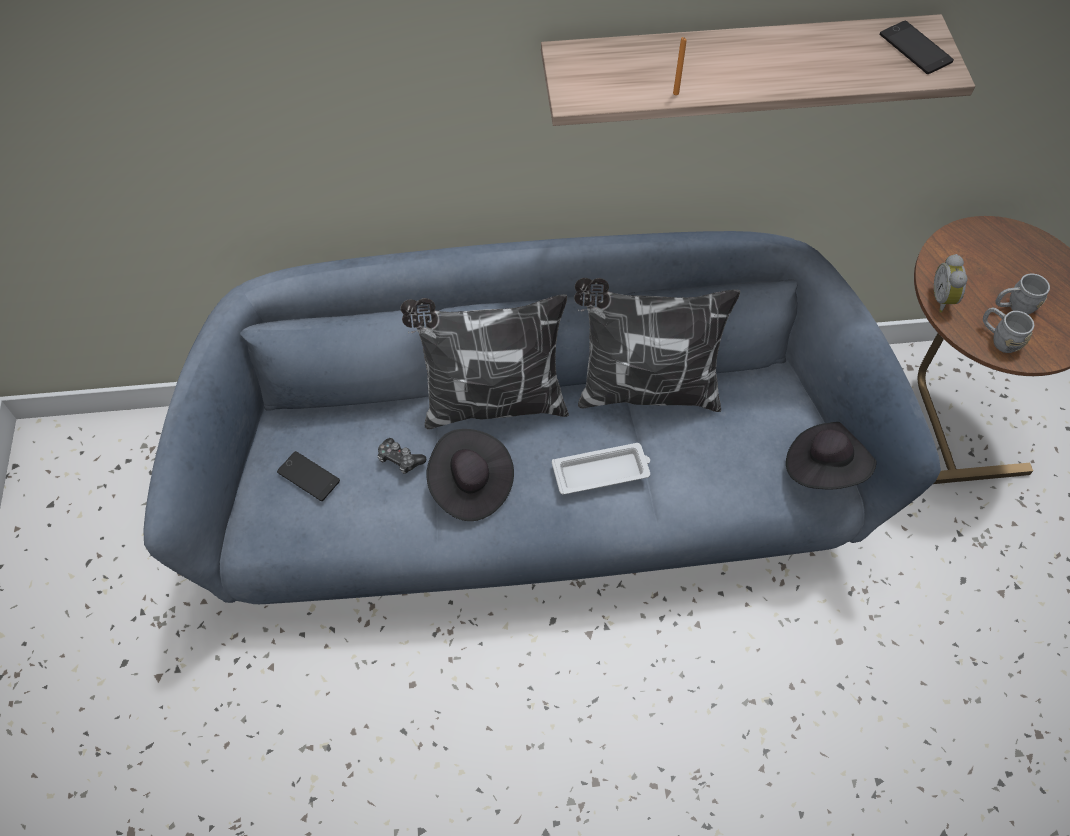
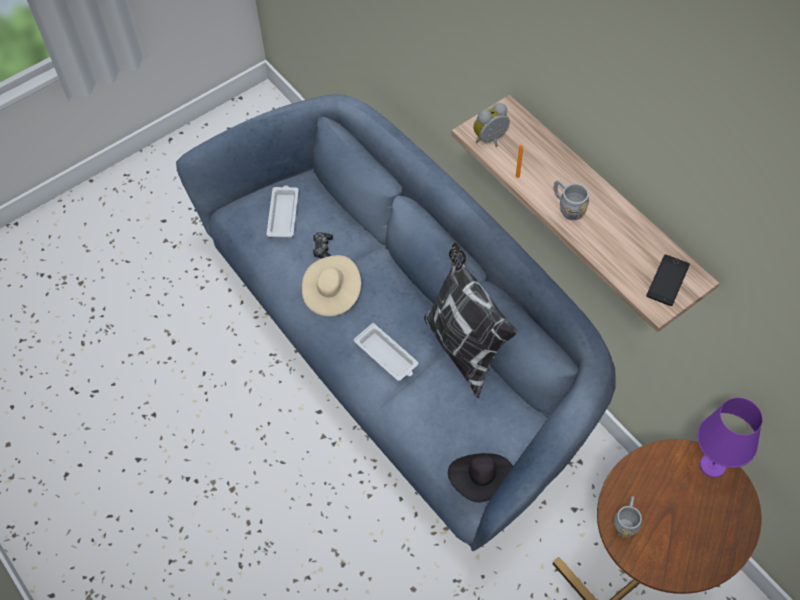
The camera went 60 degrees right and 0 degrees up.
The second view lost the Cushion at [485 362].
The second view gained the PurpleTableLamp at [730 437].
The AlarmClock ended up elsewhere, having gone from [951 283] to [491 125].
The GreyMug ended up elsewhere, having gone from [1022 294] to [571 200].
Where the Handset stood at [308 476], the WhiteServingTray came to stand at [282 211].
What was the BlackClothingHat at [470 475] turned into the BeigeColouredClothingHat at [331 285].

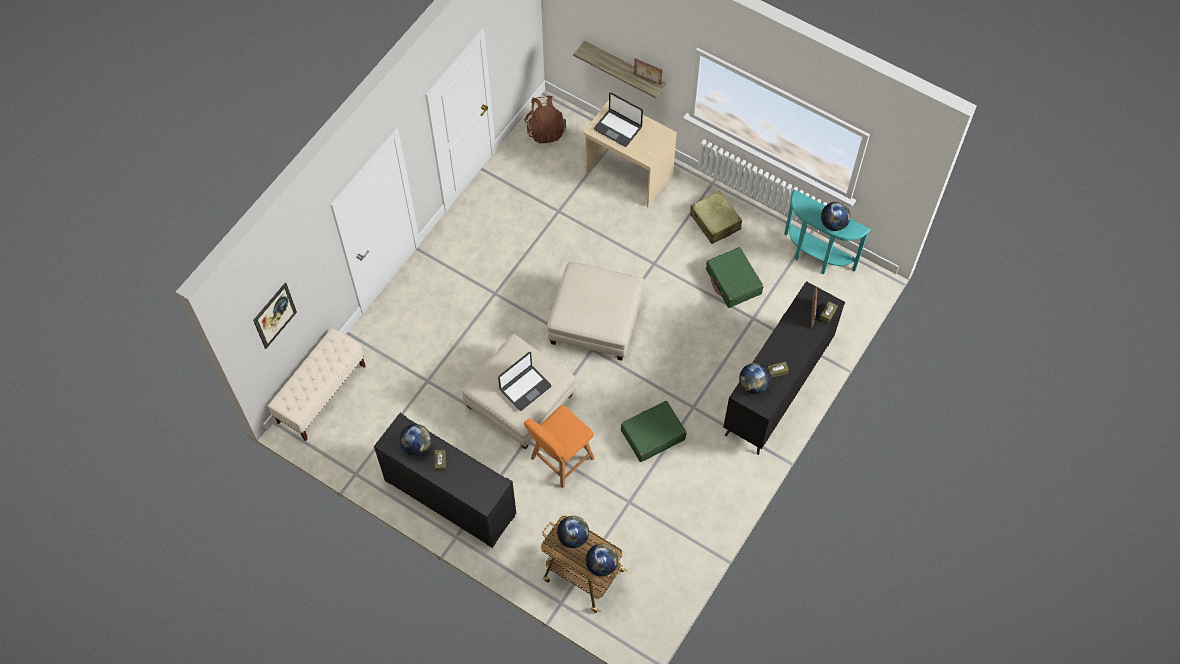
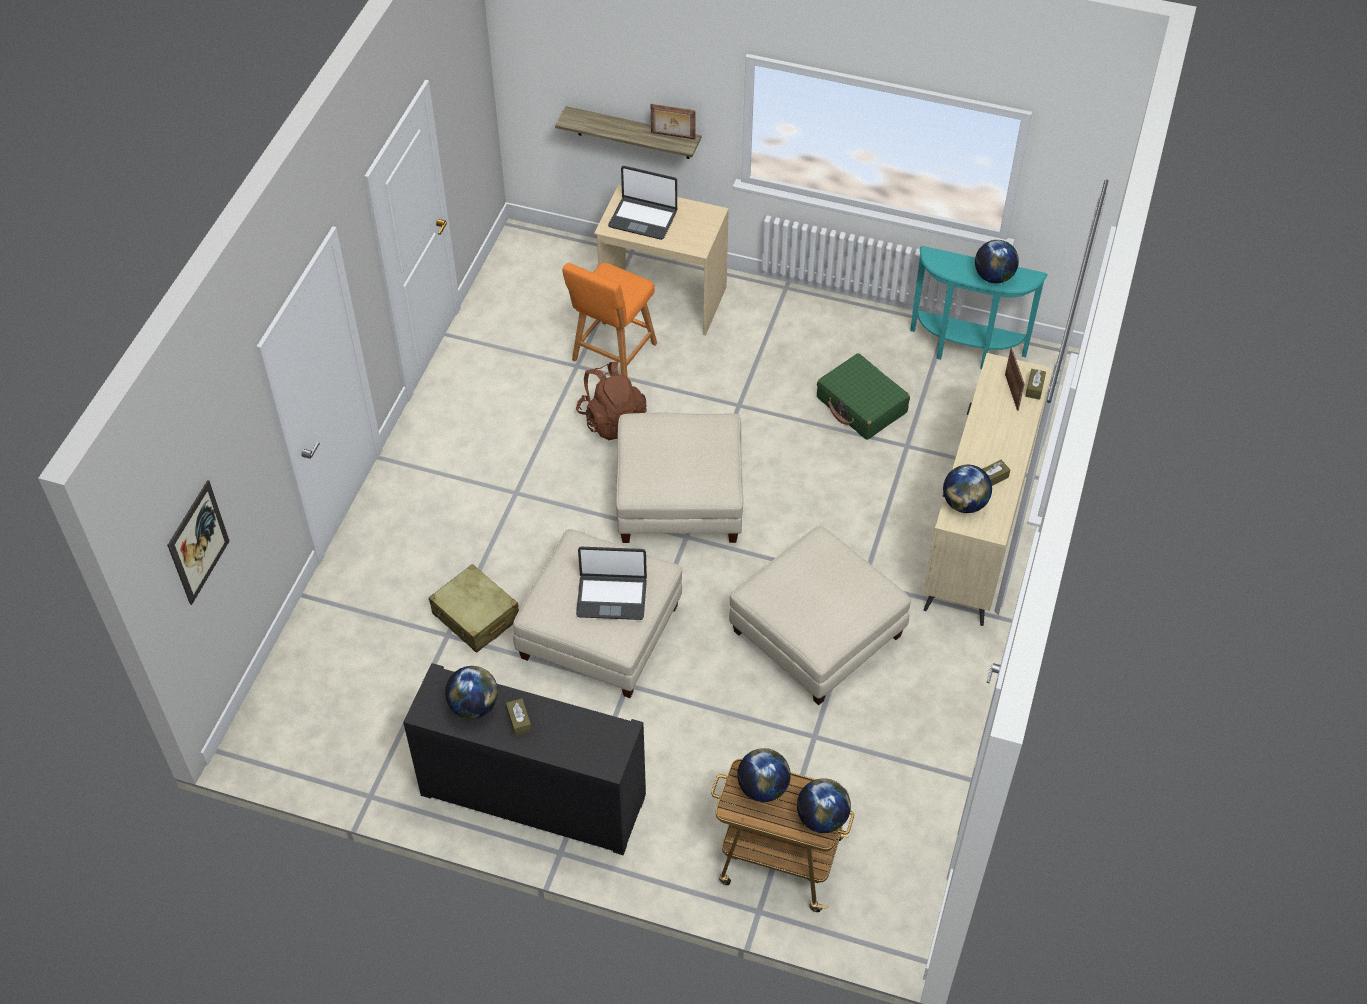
The camera went 15 degrees left and 10 degrees down.
The second view lost the BeigeColouredLongSeat at [317 385].
The OrangeSittingStool ended up elsewhere, having gone from [559 446] to [609 320].
The BrownishBackpack ended up elsewhere, having gone from [545 119] to [611 401].
The BeigeColouredSuitcase ended up elsewhere, having gone from [716 217] to [474 608].
Where the GreenSuitcase stood at [654 431], the BeigeColouredOttoman came to stand at [820 615].
What was the BlackDresser at [784 368] turned into the BeigeColouredDresser at [987 489].
The PortableComputer at [524 381] ended up facing another way, 60 degrees clockwise from before.

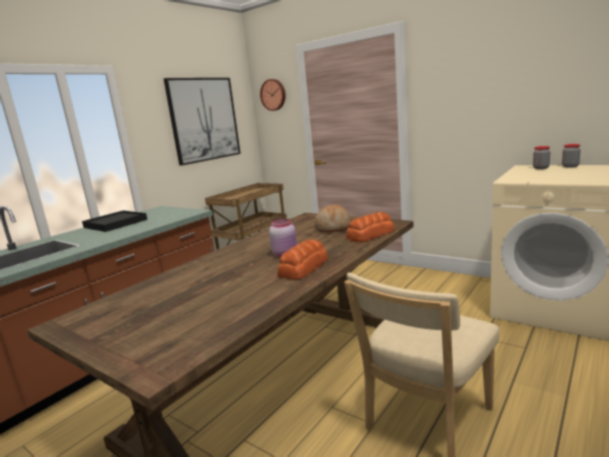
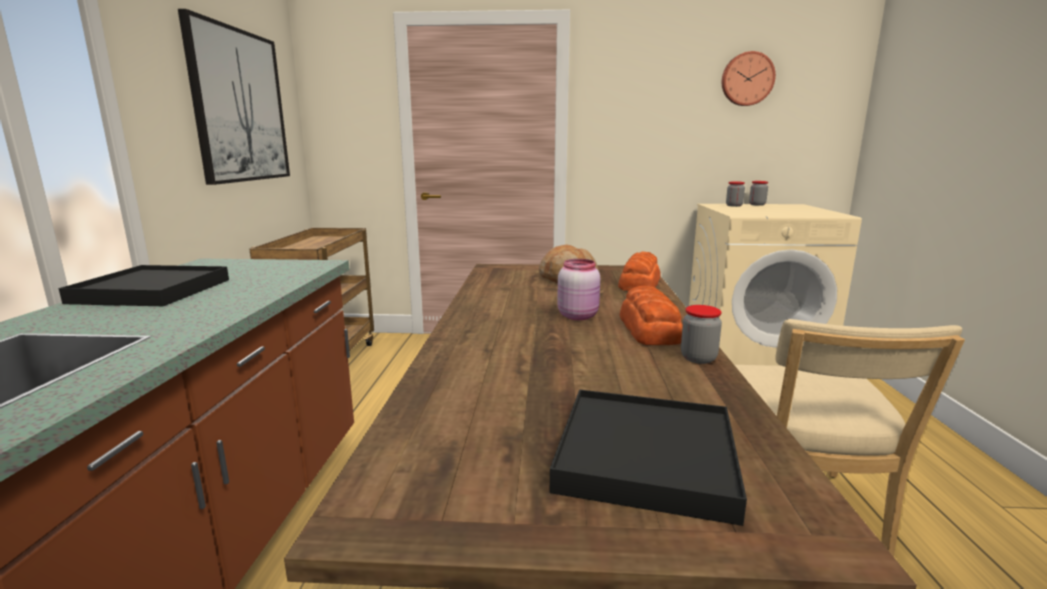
The camera went 35 degrees left and 0 degrees up.
The second view gained the BlackServingTray at [648 458].
The second view gained the StorageJar at [701 334].
The ClockOnTheWall ended up elsewhere, having gone from [273 95] to [749 78].

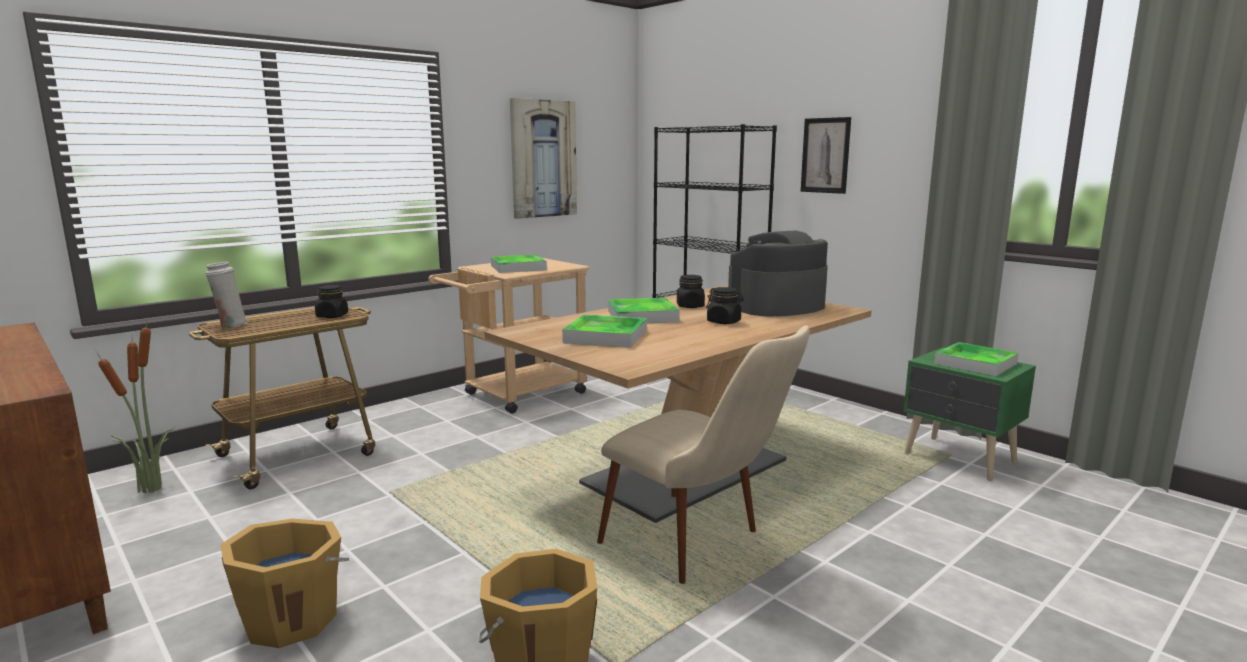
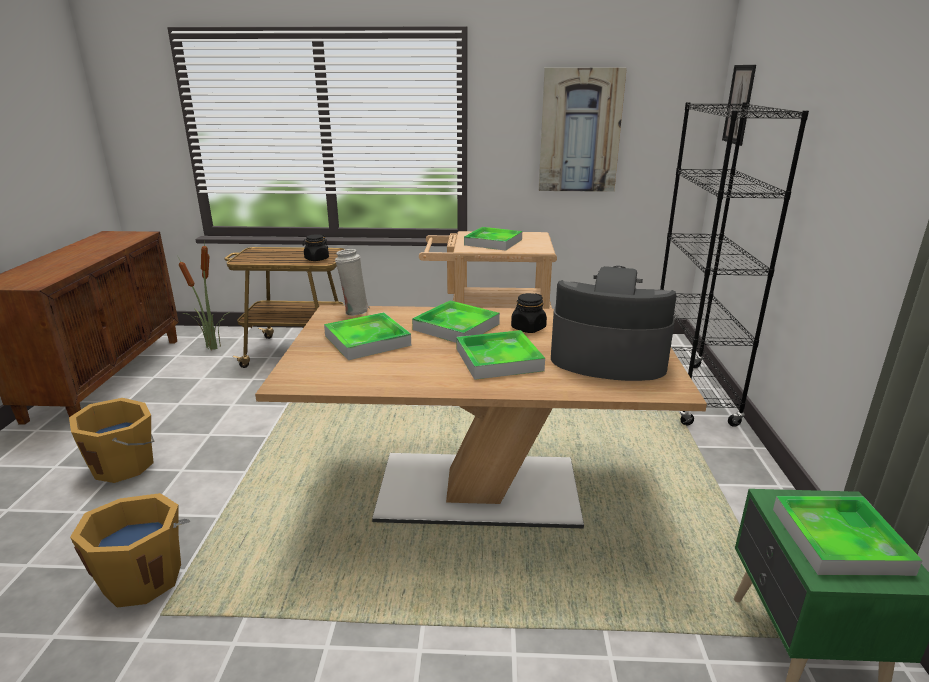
The camera went 45 degrees right and 10 degrees up.
The second view lost the BeigeColouredChair at [703 455].
The WhiteDecorativeVase ended up elsewhere, having gone from [226 295] to [352 282].
The WallArt ended up elsewhere, having gone from [826 155] to [739 105].
Where the BlackStorageJar stood at [725 305], the ServingTray came to stand at [500 355].

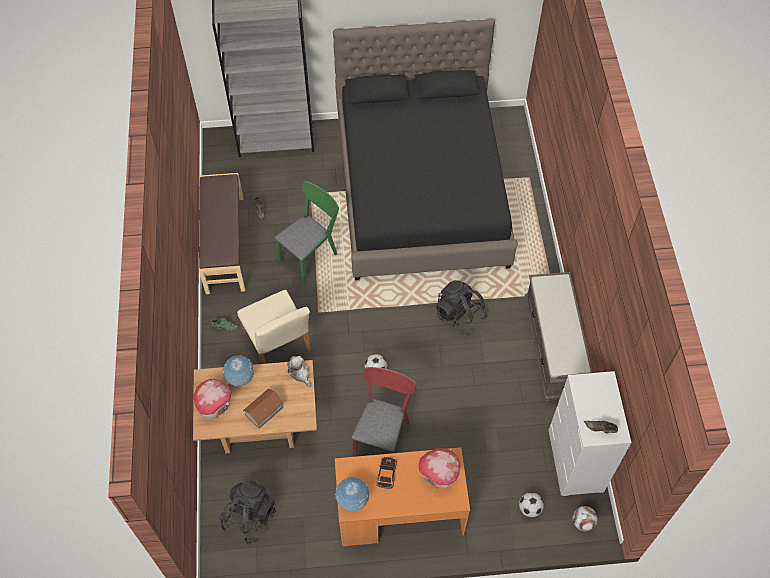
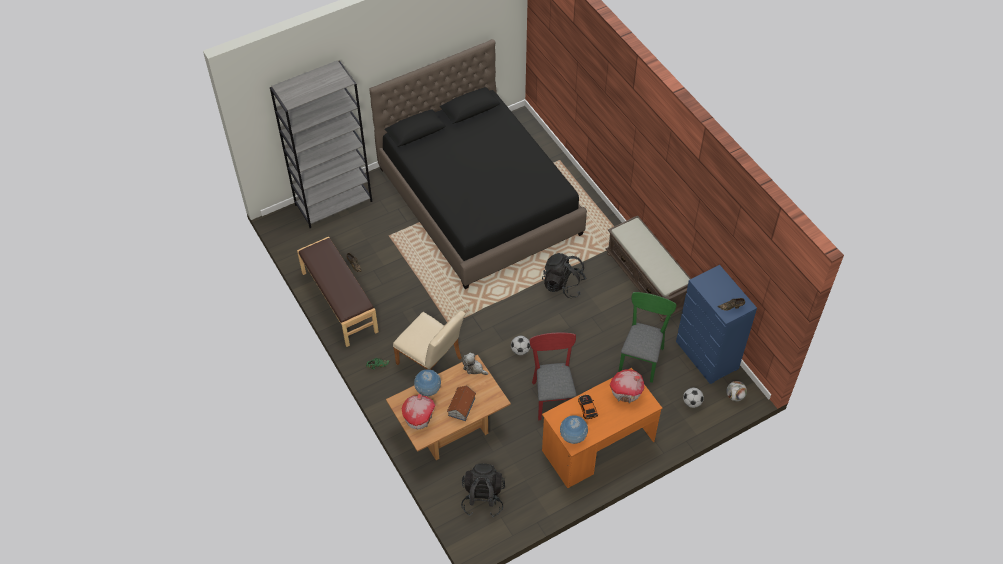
The camera went 25 degrees left and 5 degrees down.
The GreenChair ended up elsewhere, having gone from [307 231] to [647 337].
What was the WhiteDresser at [590 433] turned into the BlueColouredDresser at [716 324].

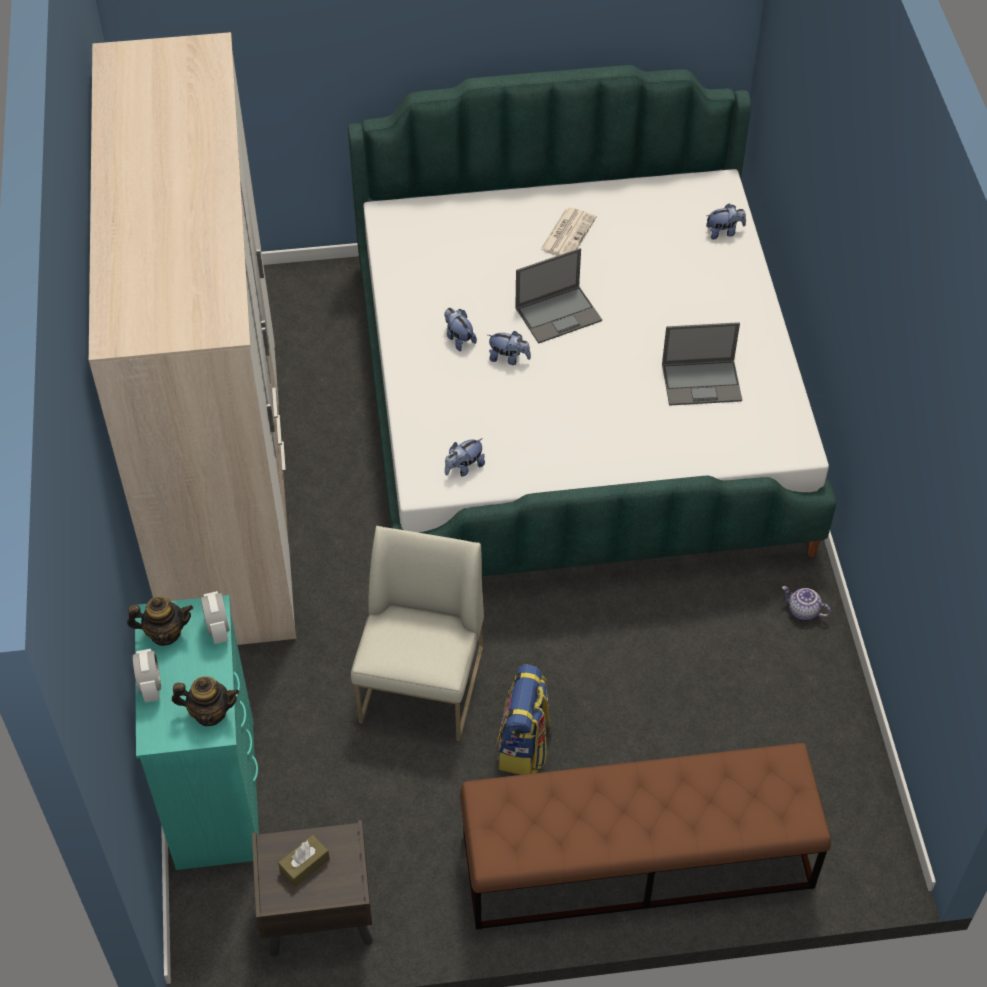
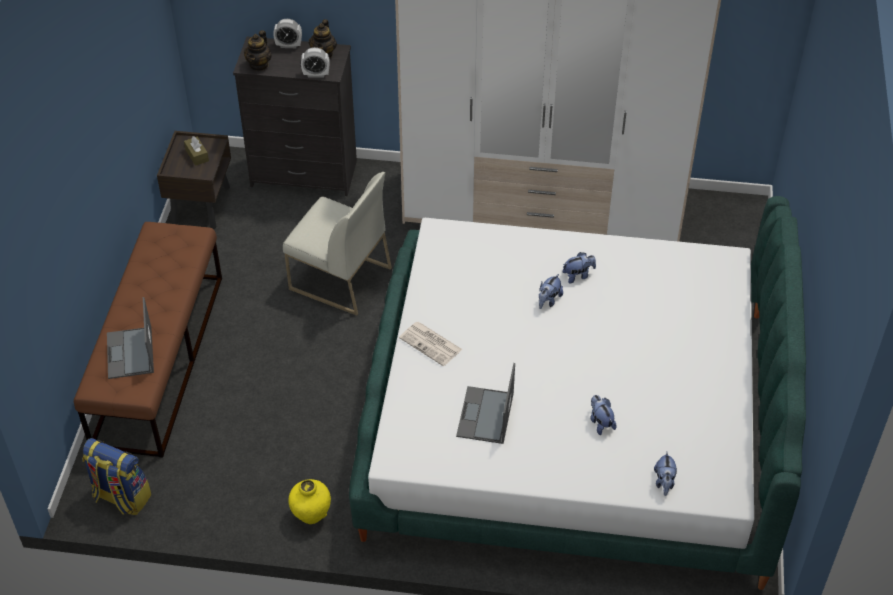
The camera went 105 degrees right and 5 degrees down.
The PlushToy ended up elsewhere, having gone from [465 457] to [604 415].
The Backpack ended up elsewhere, having gone from [524 719] to [117 476].
The PortableComputer ended up elsewhere, having gone from [558 296] to [130 338].
The PrintedPaper ended up elsewhere, having gone from [568 232] to [431 344].
Where the PotForTea stood at [806 603], the YellowColouredDecorativeVase came to stand at [309 501].
What was the TurquoiseColouredDresser at [197 732] turned into the BlackDresser at [295 116].

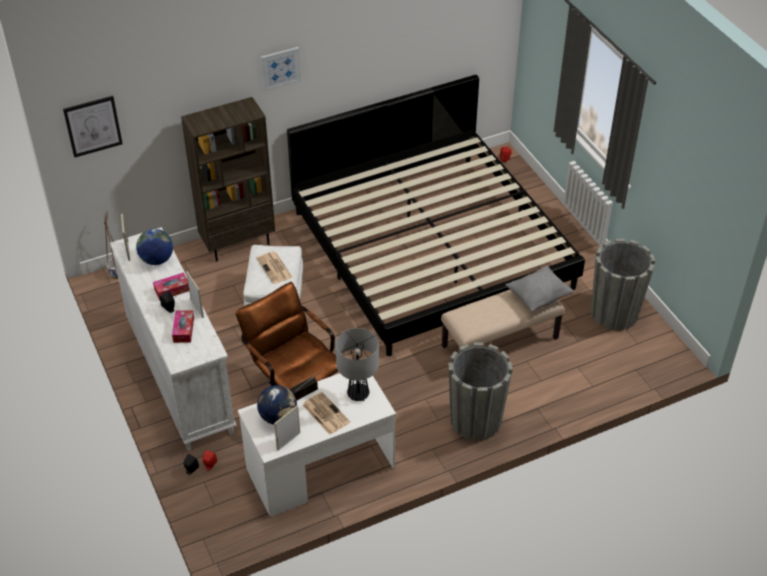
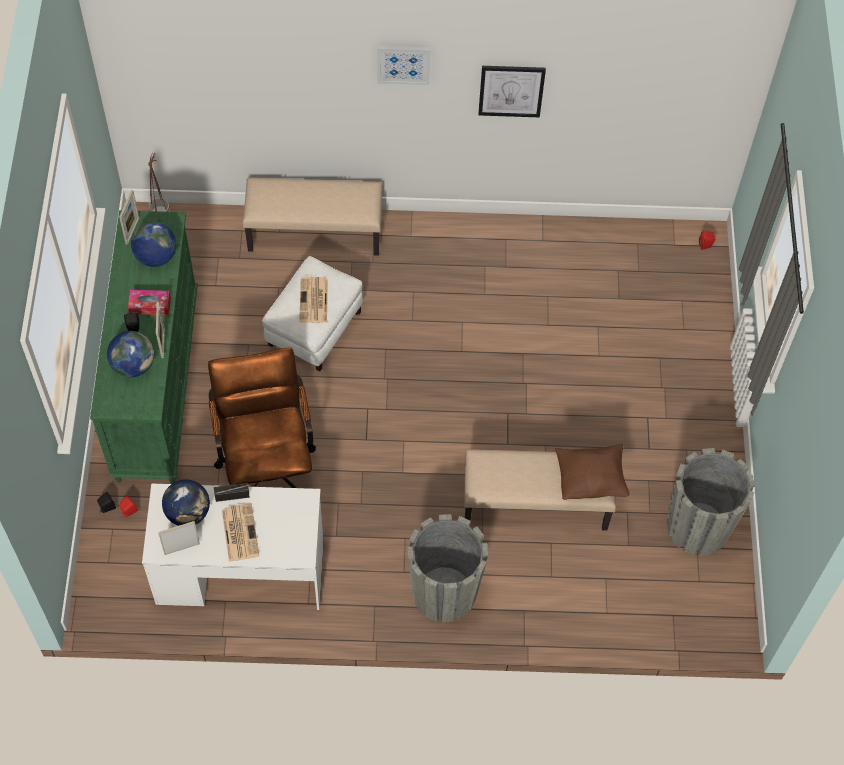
The camera went 25 degrees right and 15 degrees up.
The second view lost the BedroomBed at [436 215].
The second view lost the TableLamp at [357 364].
The WallArt ended up elsewhere, having gone from [93 126] to [512 91].
Where the TissueHolder stood at [183 327], the Globe came to stand at [130 354].
Where the BrownishBookcase stood at [228 179], the BeigeColouredLongSeat came to stand at [313 217].
What was the WhiteDresser at [173 338] turned into the GreenDresser at [144 347].
What was the GreyCushion at [539 288] turned into the BrownishCushion at [592 472].

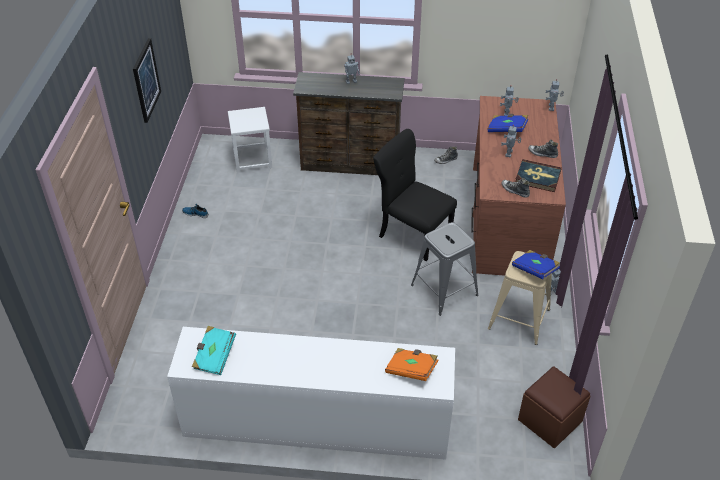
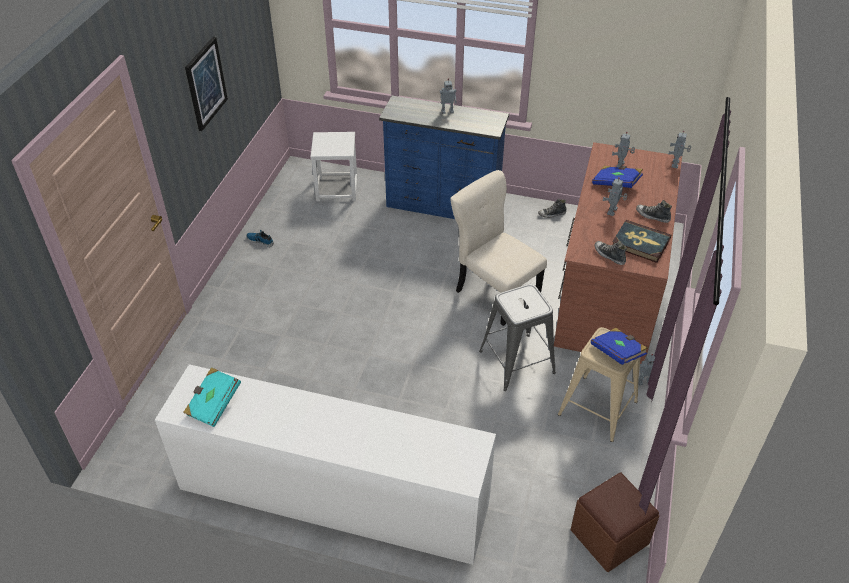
The camera went 10 degrees right and 0 degrees up.
The second view lost the OrangeBoundBook at [412 364].
What was the BrownishDresser at [348 123] turned into the BlueColouredDresser at [444 157].
What was the BlackChair at [415 195] turned into the BeigeColouredChair at [498 248].

